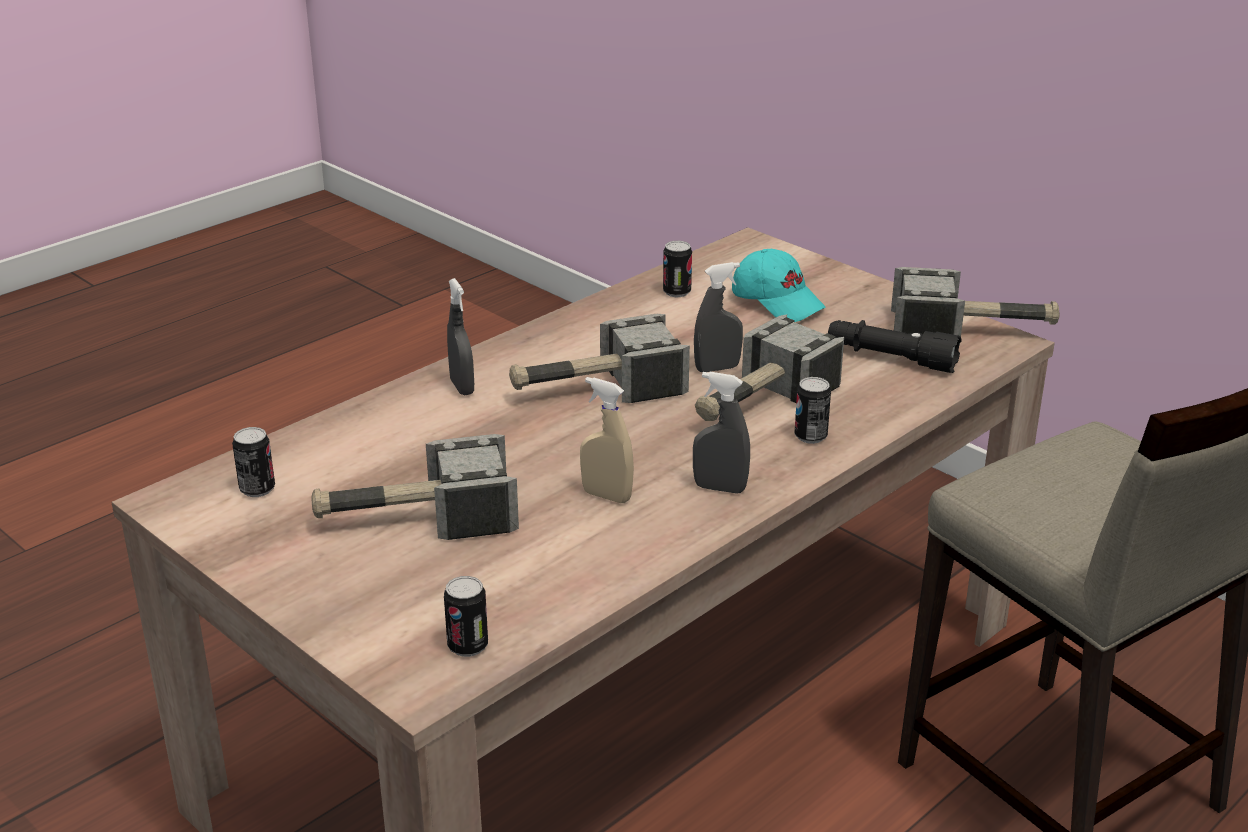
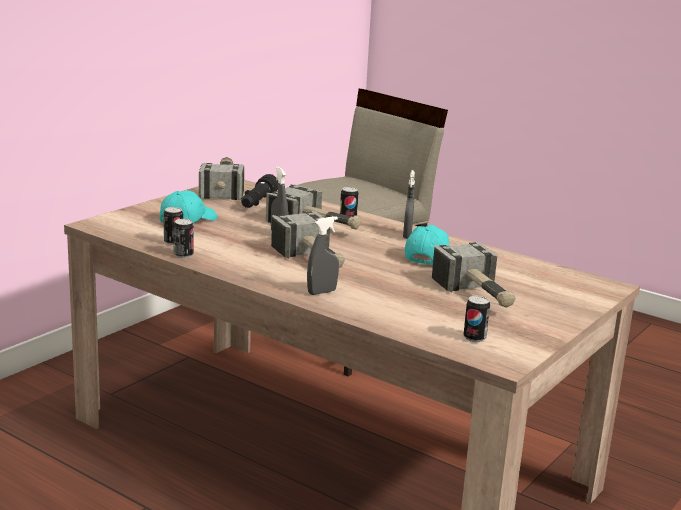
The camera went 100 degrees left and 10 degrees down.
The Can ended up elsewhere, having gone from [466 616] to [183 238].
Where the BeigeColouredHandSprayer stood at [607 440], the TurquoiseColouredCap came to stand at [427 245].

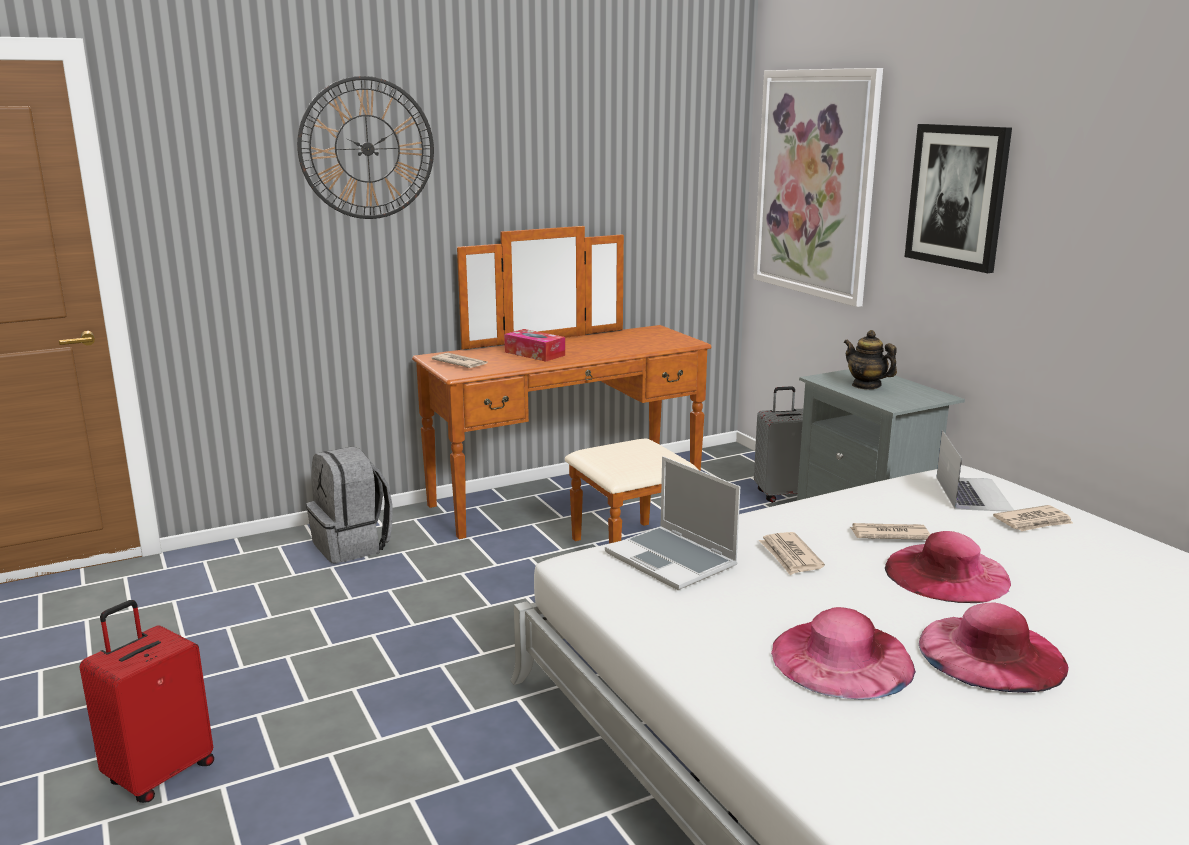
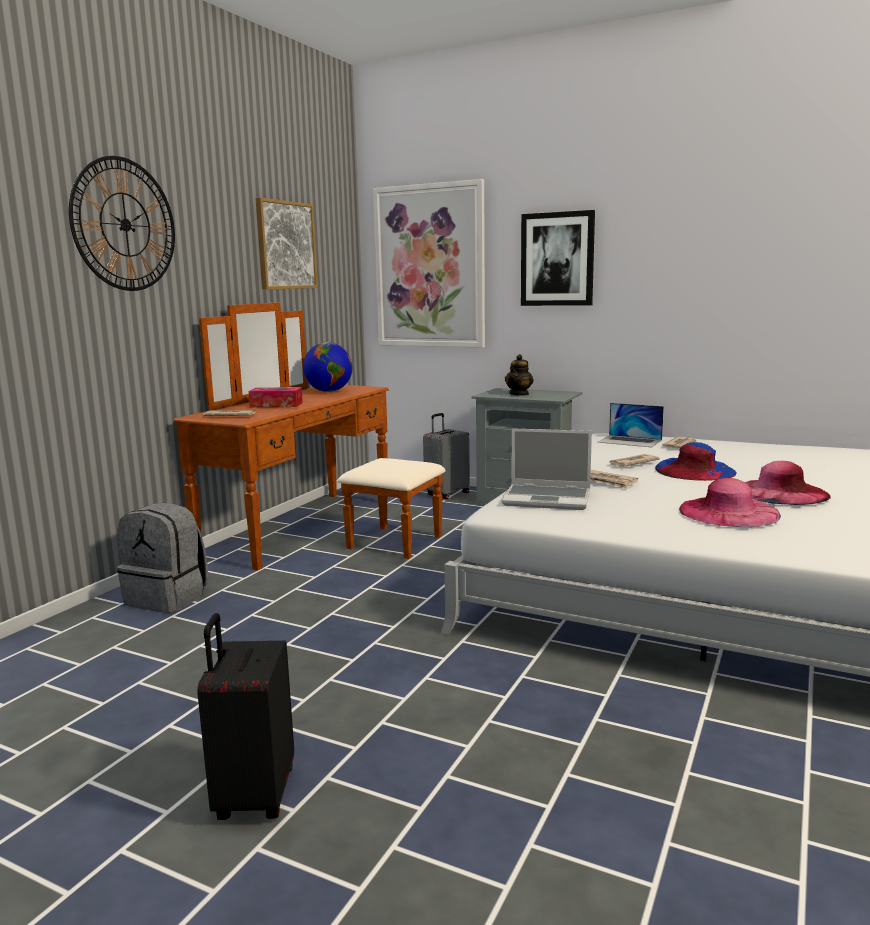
The camera went 35 degrees left and 5 degrees down.
The second view gained the WallArt at [286 244].
The second view gained the Globe at [327 367].
What was the RedSuitcase at [146 701] turned into the BlackSuitcase at [245 716].
What was the PinkColouredClothingHat at [948 567] turned into the BlueColouredClothingHat at [696 461].
The PotForTea at [870 359] ended up facing another way, 75 degrees counterclockwise from before.
The PortableComputer at [975 471] ended up facing another way, 150 degrees clockwise from before.

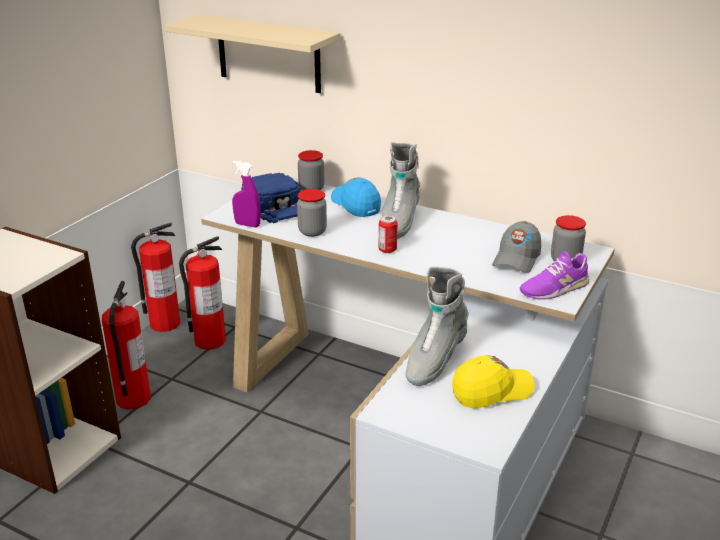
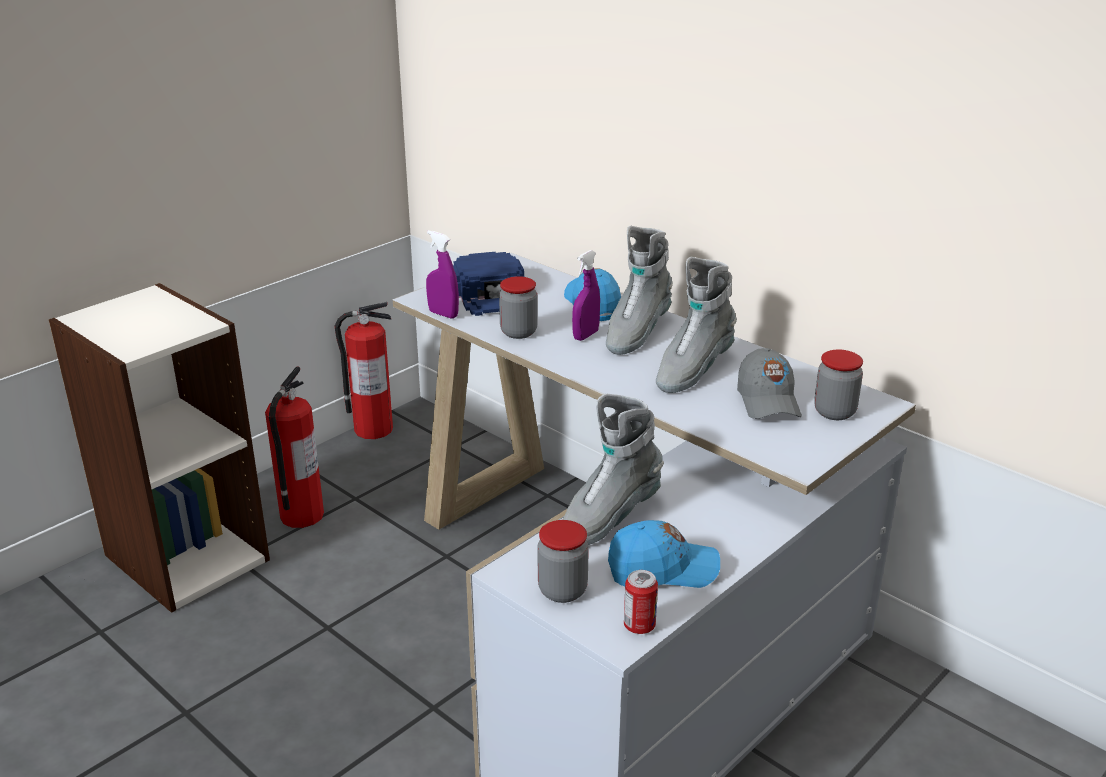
The camera went 15 degrees right and 0 degrees up.
The second view lost the BeigeColouredBracketShelf at [252 53].
The second view lost the Extinguisher at [202 293].
The second view lost the PurpleLowShoe at [555 275].
The second view gained the PurpleHandSprayer at [586 295].
The second view gained the GreyBoot at [696 325].
The StorageJar ended up elsewhere, having gone from [311 170] to [563 561].
The Can ended up elsewhere, having gone from [388 234] to [641 602].
What was the YellowColouredCap at [493 382] turned into the BlueColouredCap at [664 554].
The GreyCap at [516 247] ended up facing another way, 45 degrees counterclockwise from before.

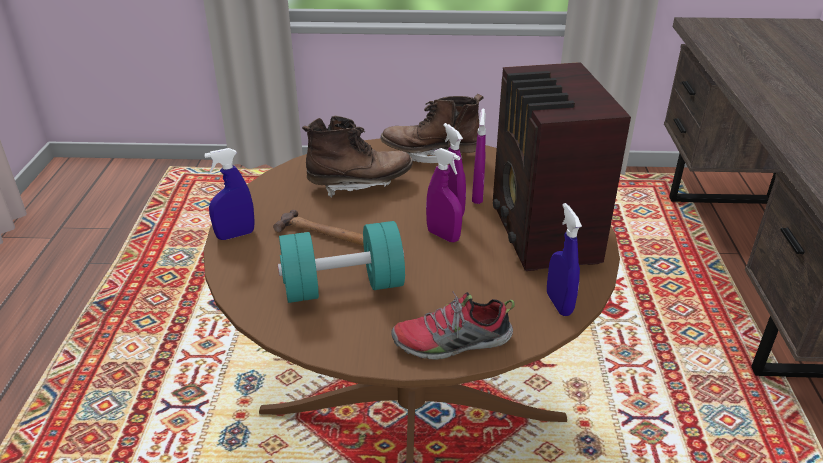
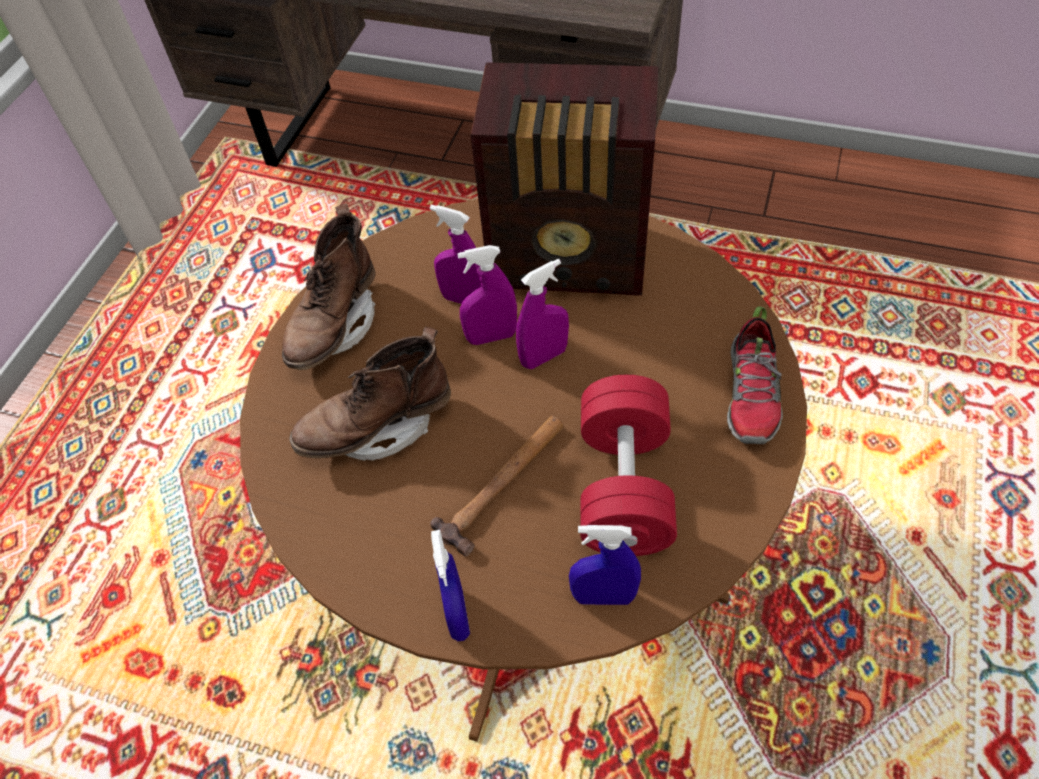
The camera went 70 degrees left and 20 degrees up.
The BlueColouredHandSprayer ended up elsewhere, having gone from [564 259] to [605 565].
What was the TurquoiseColouredFreeWeight at [341 262] turned into the RedFreeWeight at [628 465].
The BrownishBoot at [357 157] ended up facing another way, 120 degrees counterclockwise from before.

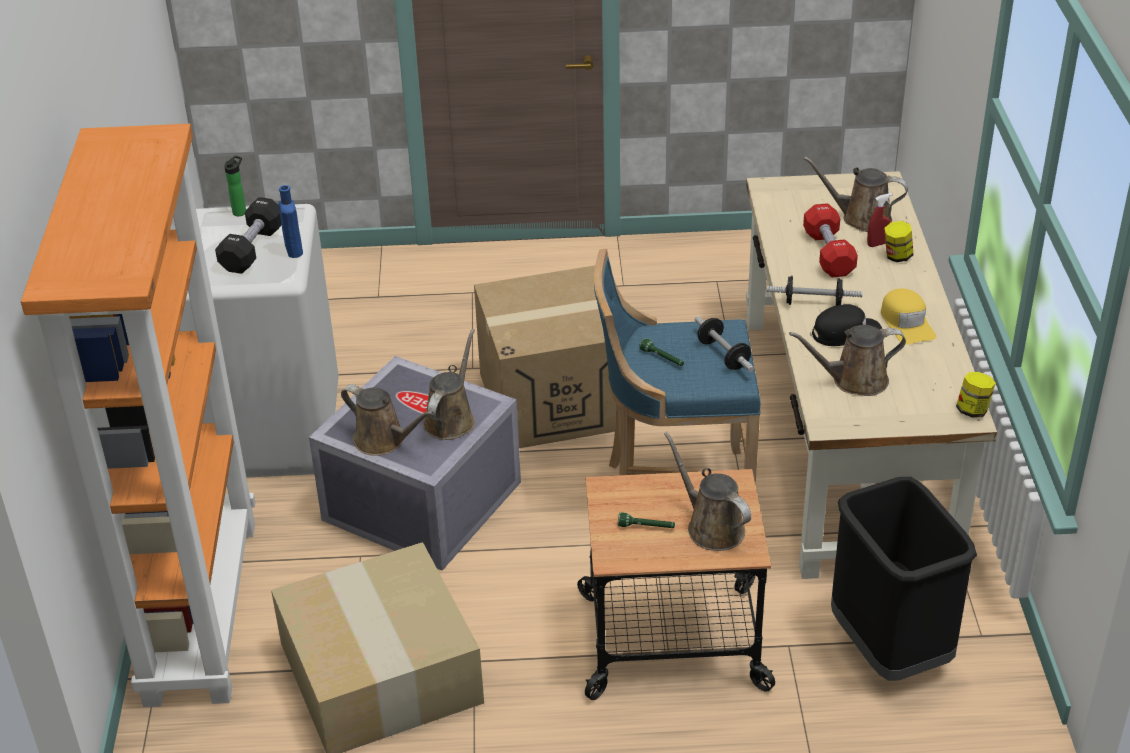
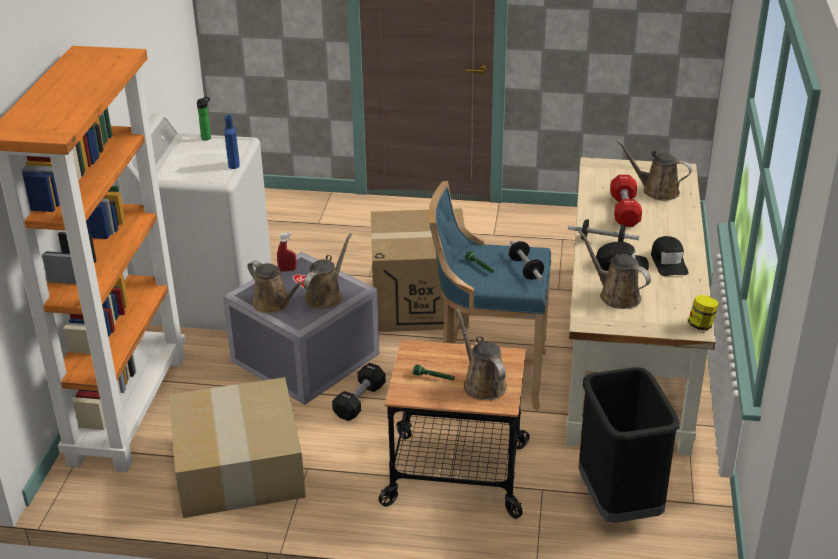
The camera went 10 degrees right and 5 degrees down.
The second view lost the StorageJar at [898 241].
The BlackFreeWeight ended up elsewhere, having gone from [248 235] to [359 392].
The RedHandSprayer ended up elsewhere, having gone from [879 220] to [286 252].
What was the YellowColouredCap at [908 316] turned into the BlackCap at [669 256].
The BrownishWateringCan at [847 360] ended up facing another way, 45 degrees clockwise from before.

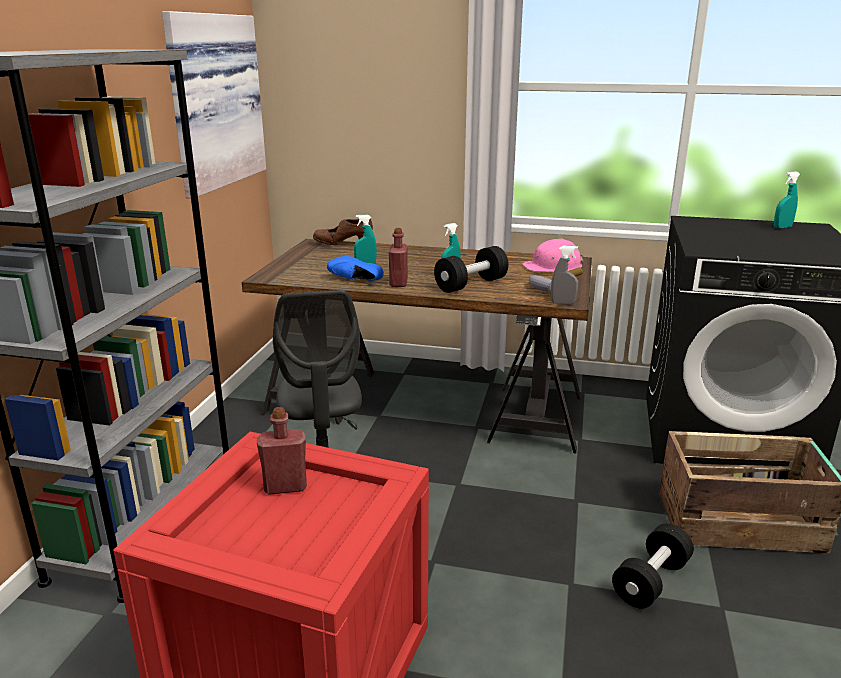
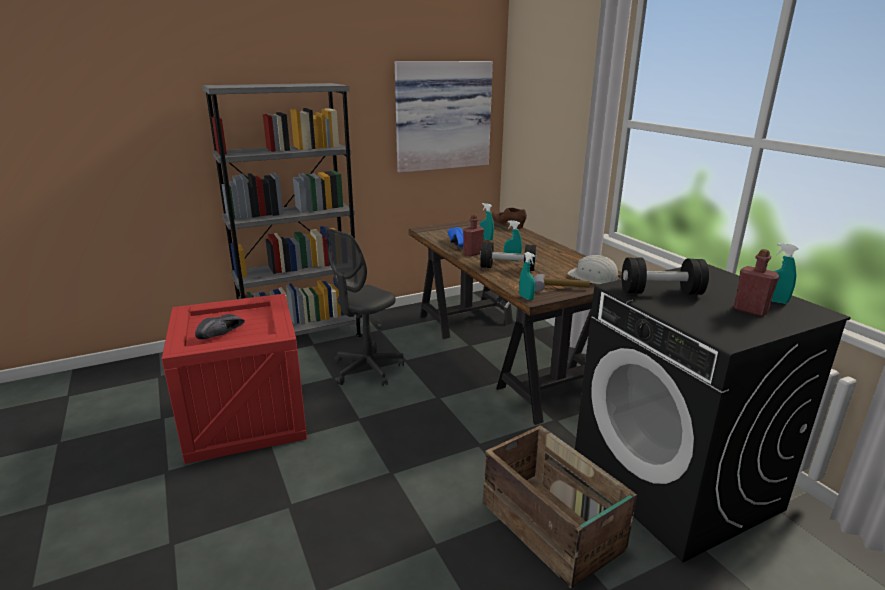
The camera went 50 degrees right and 0 degrees up.
The second view gained the BlackLowShoe at [220 326].
The RedBeverageBottle ended up elsewhere, having gone from [282 451] to [757 282].
The BlackFreeWeight ended up elsewhere, having gone from [653 566] to [665 276].
What was the PinkColouredWorkHelmet at [552 255] turned into the WhiteWorkHelmet at [594 269].
What was the GreyHandSprayer at [564 275] turned into the TurquoiseColouredHandSprayer at [527 276].

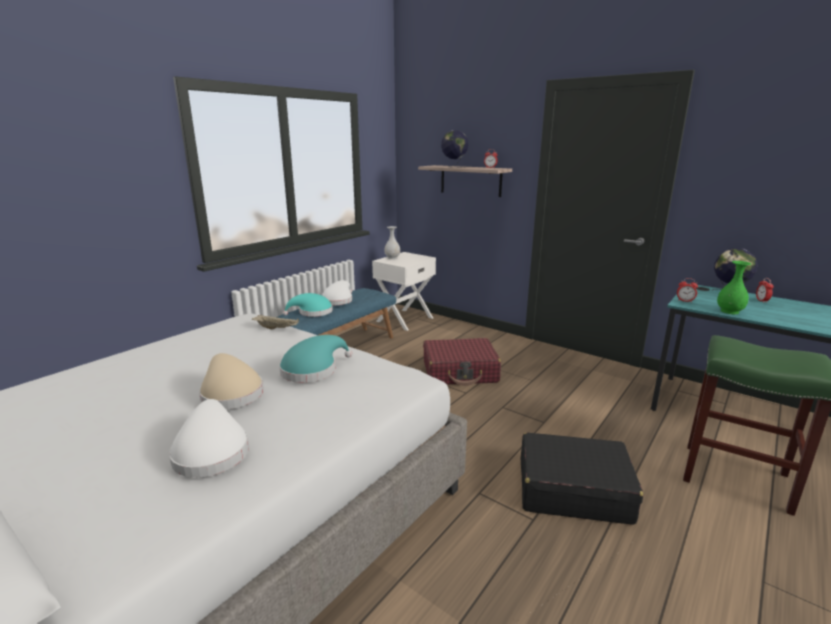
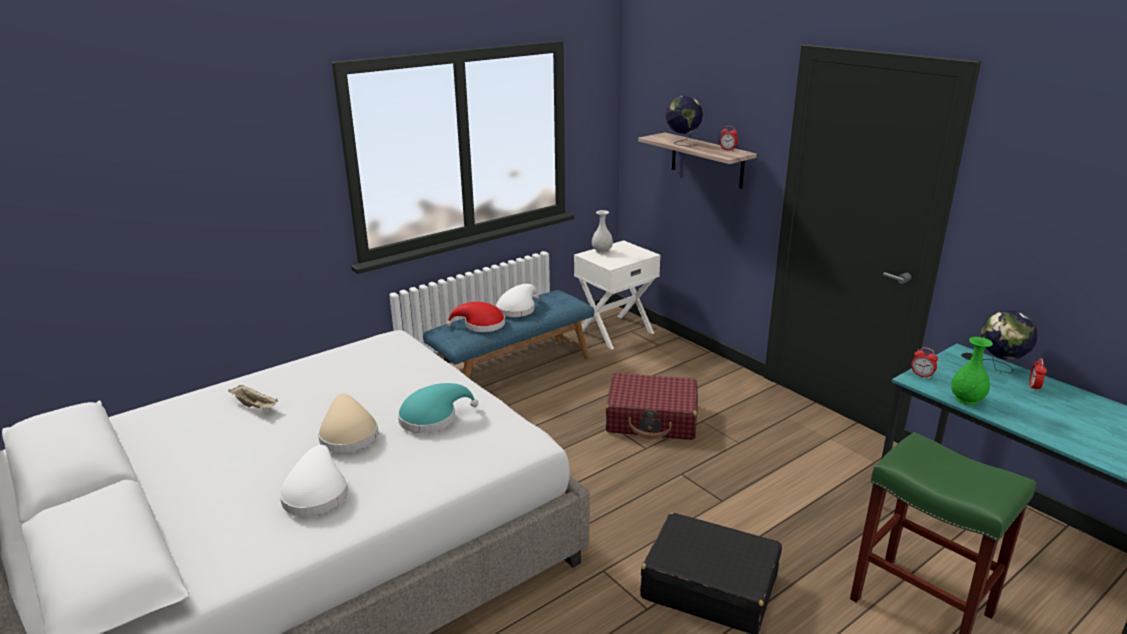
The camera went 15 degrees right and 5 degrees up.
The BeigeColouredServingTray ended up elsewhere, having gone from [275 322] to [253 396].
What was the TurquoiseColouredClothingHat at [308 305] turned into the RedClothingHat at [475 317].

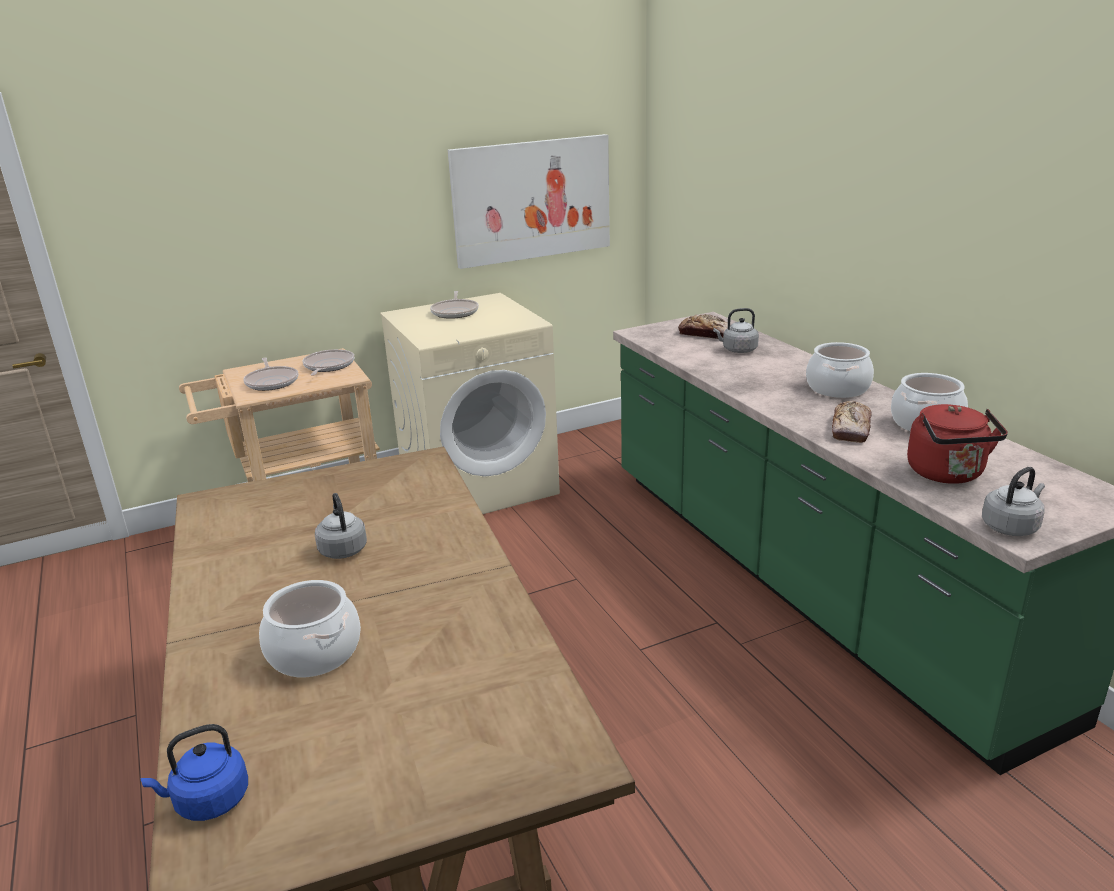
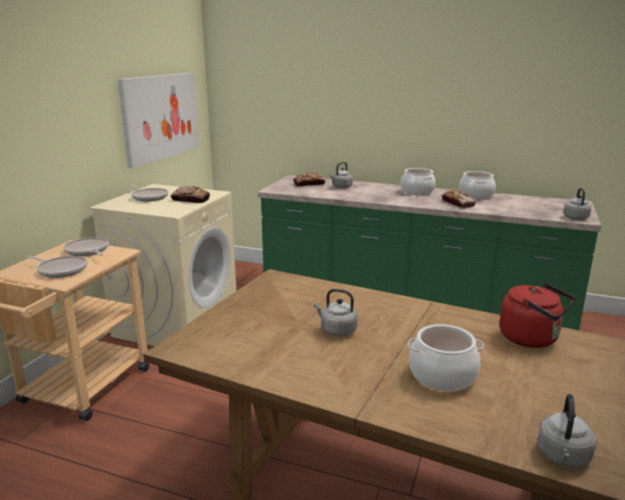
The camera went 45 degrees left and 5 degrees down.
The second view gained the Bread at [190 194].
The RedKettle ended up elsewhere, having gone from [957 444] to [537 315].
What was the BlueColouredKettle at [194 772] turned into the GreyKettle at [567 430].

